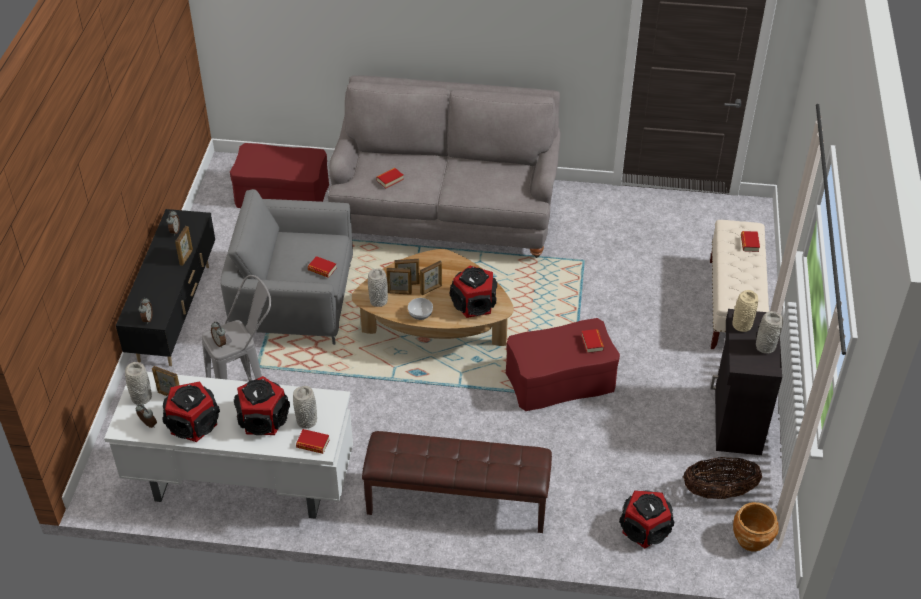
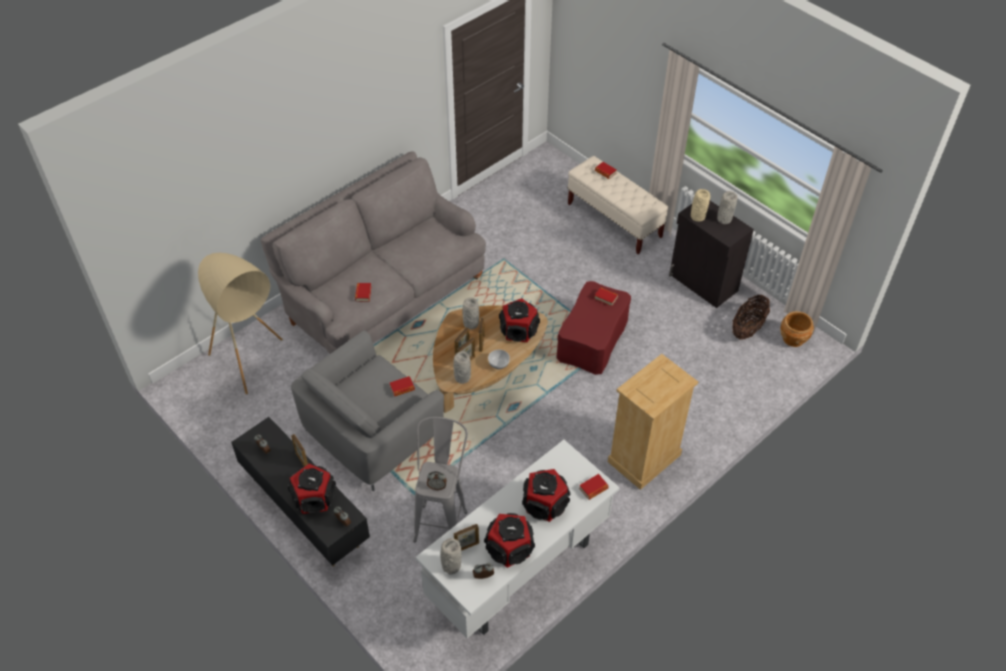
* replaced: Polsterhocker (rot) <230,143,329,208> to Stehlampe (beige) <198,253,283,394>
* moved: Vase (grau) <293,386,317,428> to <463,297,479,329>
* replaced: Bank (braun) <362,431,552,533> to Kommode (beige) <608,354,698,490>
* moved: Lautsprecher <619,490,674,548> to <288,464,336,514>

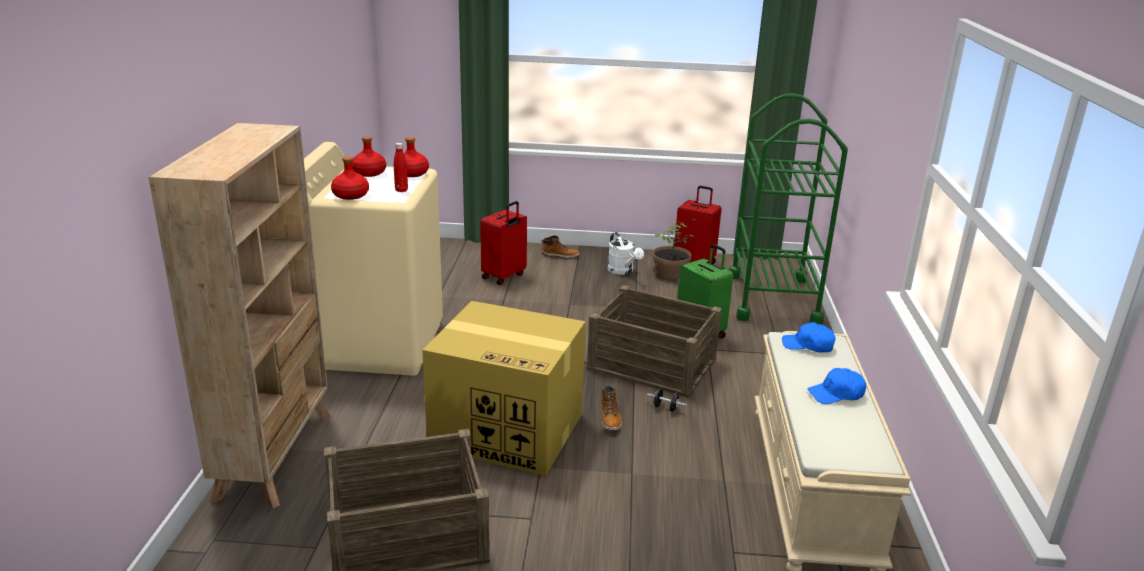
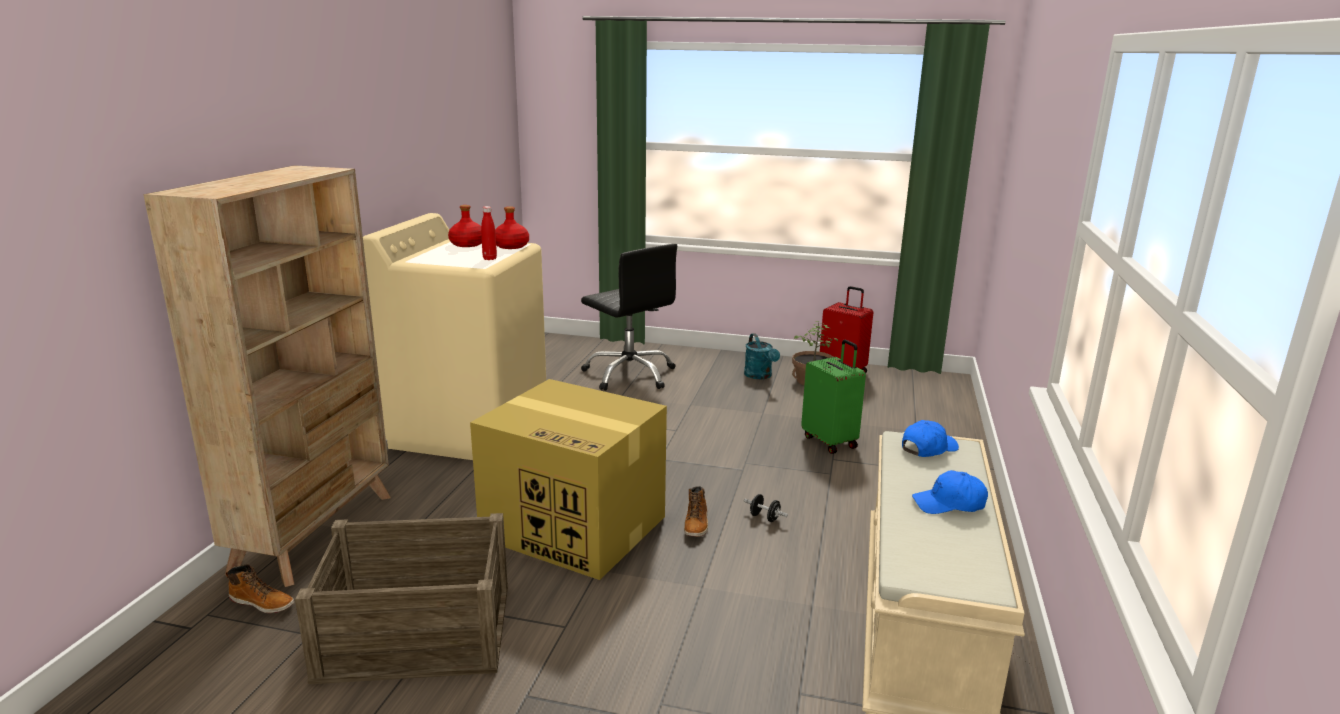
* removed: Flasche (rot) <331,156,369,200>
* replaced: Koffer (rot) <480,201,527,285> to Bürostuhl (schwarz) <581,244,677,391>
* moved: Stiefel <541,236,580,258> to <226,565,294,613>
* removed: Kiste <586,285,722,398>
* recoloured: Gießkanne (weiß) <608,232,644,275> to Gießkanne (türkis) <744,333,780,379>
* removed: Rollwagen (grün) <729,93,848,324>
* turned: Kappe (blau) <782,322,836,353> = <902,420,959,457> 120 degrees clockwise

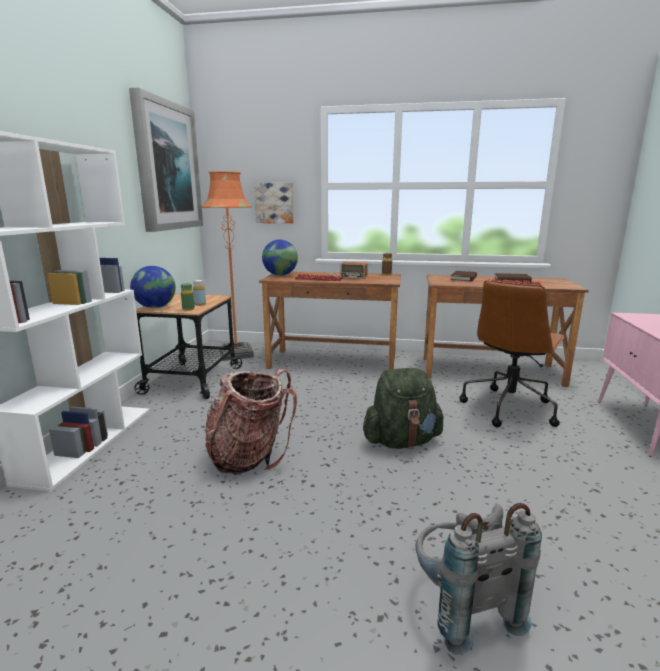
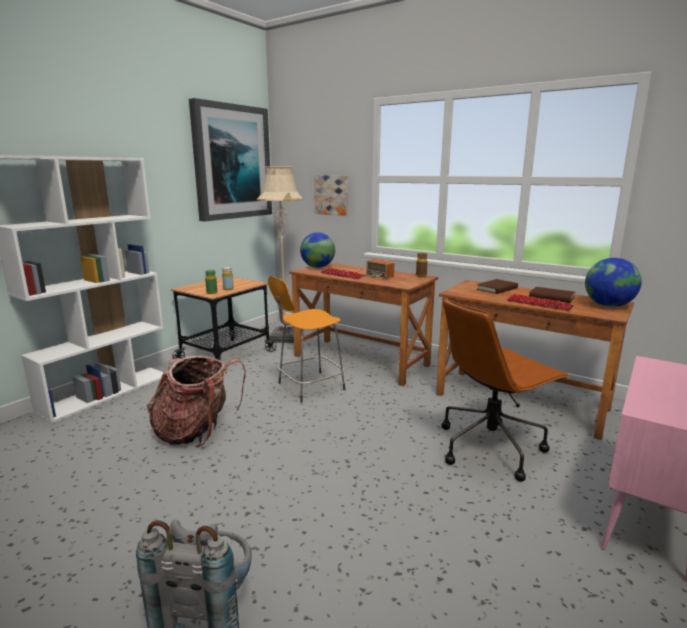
* moved: Globus <130,266,176,308> to <585,258,642,307>
* recoloured: Stehlampe (orange) <202,171,254,361> to Stehlampe (beige) <257,167,303,343>
* removed: Rucksack (grün) <363,368,444,449>
* added: Hocker (orange) <268,276,345,402>

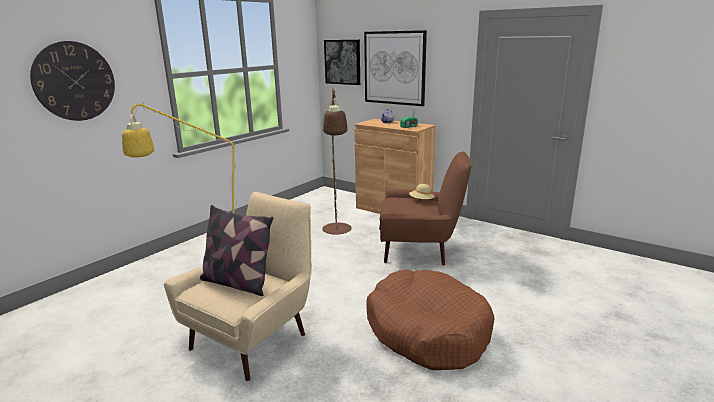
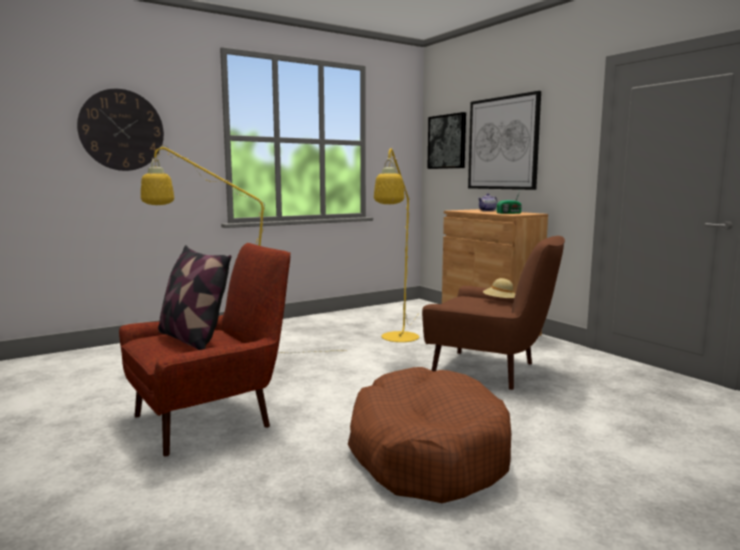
* recoloured: Sessel (beige) <164,192,312,381> to Sessel (rot) <119,243,291,457>
* recoloured: Stehlampe (braun) <322,88,352,235> to Stehlampe (gelb) <374,147,420,342>

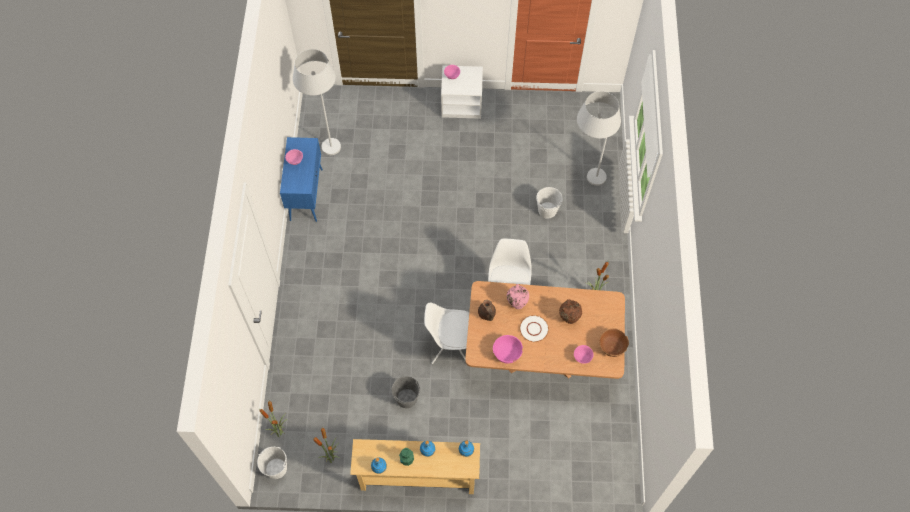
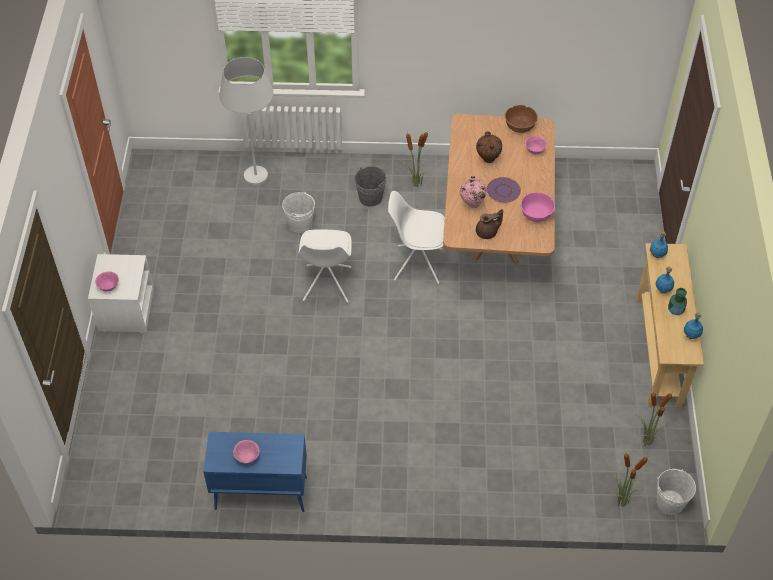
* removed: Stehlampe (weiß) <293,49,341,155>
* moved: Eimer (grau) <391,376,420,408> to <354,166,386,207>
* moved: Stuhl (weiß) <424,303,469,364> to <298,229,352,303>
* recoloured: Teller (weiß) <519,315,549,342> to Teller (lila) <487,177,521,203>

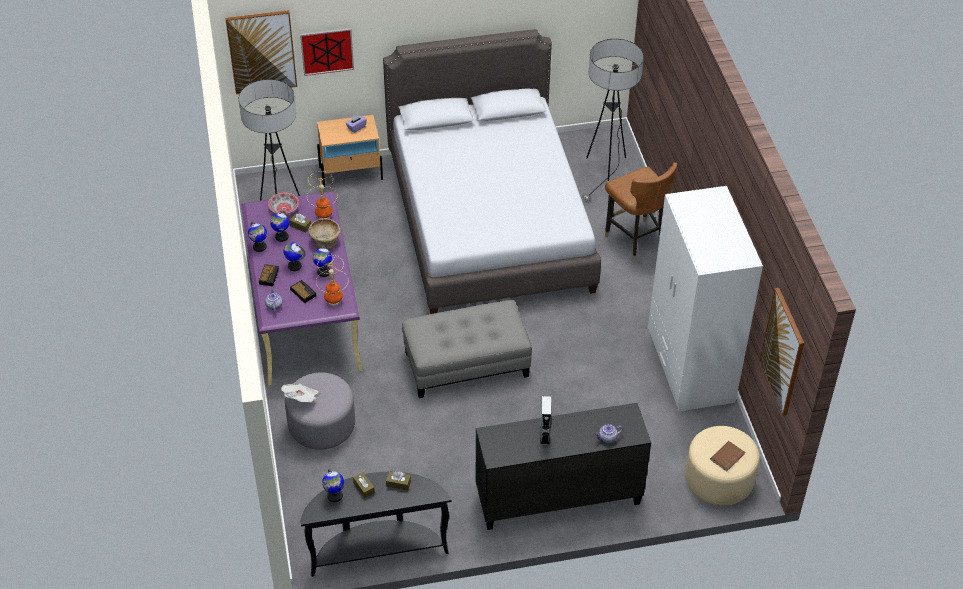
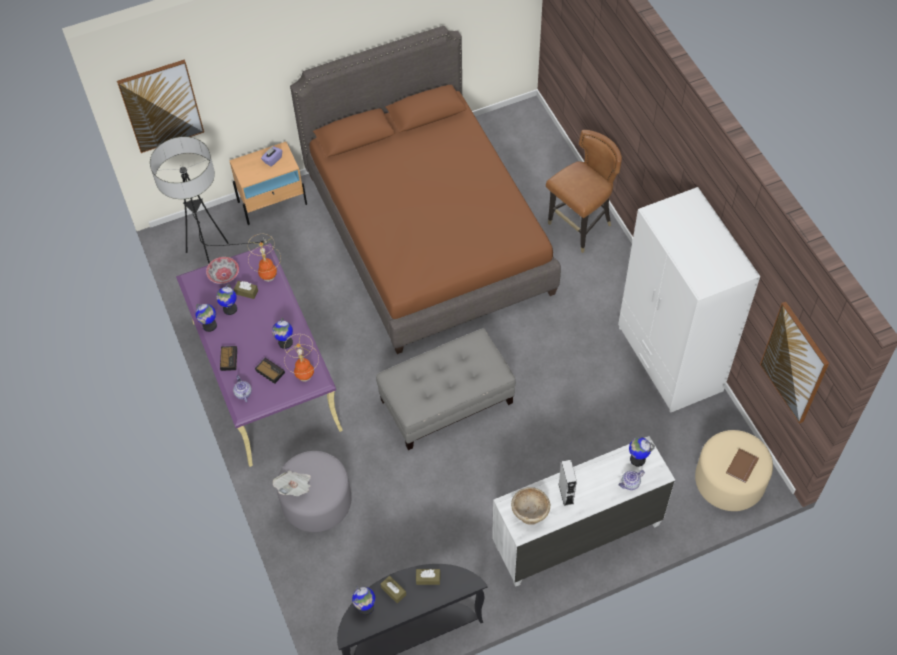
* moved: Globus <283,242,305,271> to <629,437,655,467>
* removed: Bild <300,28,354,76>
* moved: Schüssel (beige) <308,219,341,249> to <511,487,550,525>
* recoloured: Bett (grau) <383,29,601,314> to Bett (braun) <290,26,561,354>
* recoloured: Kommode (schwarz) <476,403,651,530> to Kommode (weiß) <492,436,675,587>
* removed: Stehlampe <583,39,644,202>
* turned: Stuhl (braun) <605,162,677,262> = <546,130,622,253> 90 degrees counterclockwise

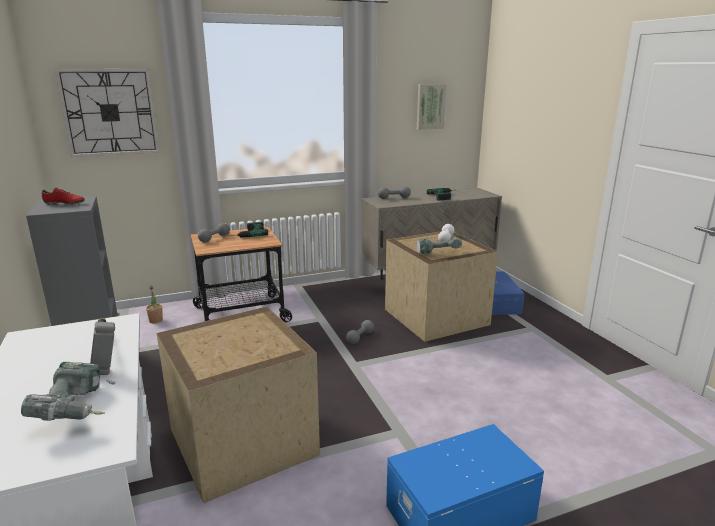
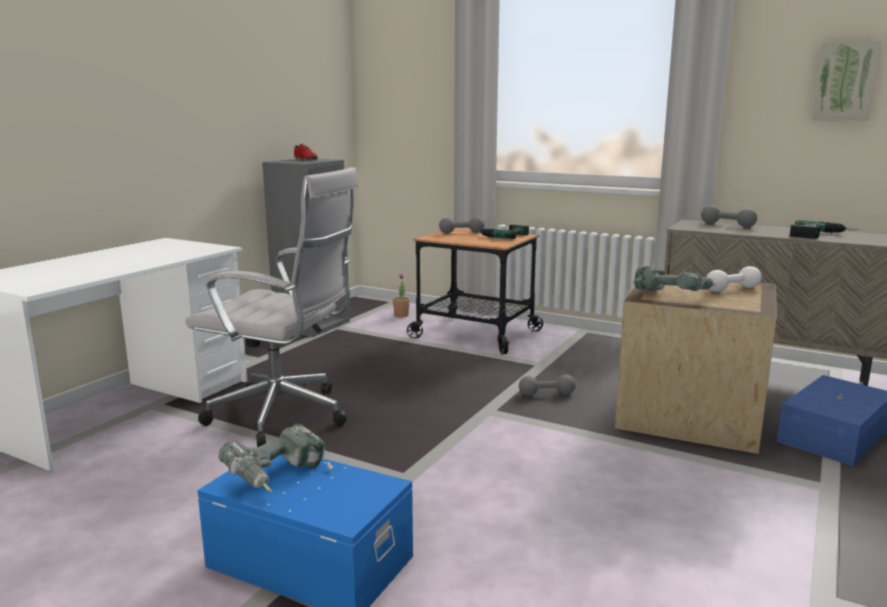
* moved: Bohrmaschine <21,362,116,421> to <218,424,333,492>
* removed: Wanduhr <55,69,159,157>
* removed: Hammer <90,318,115,375>
* replaced: Kiste <157,306,320,503> to Bürostuhl (weiß) <185,167,359,447>

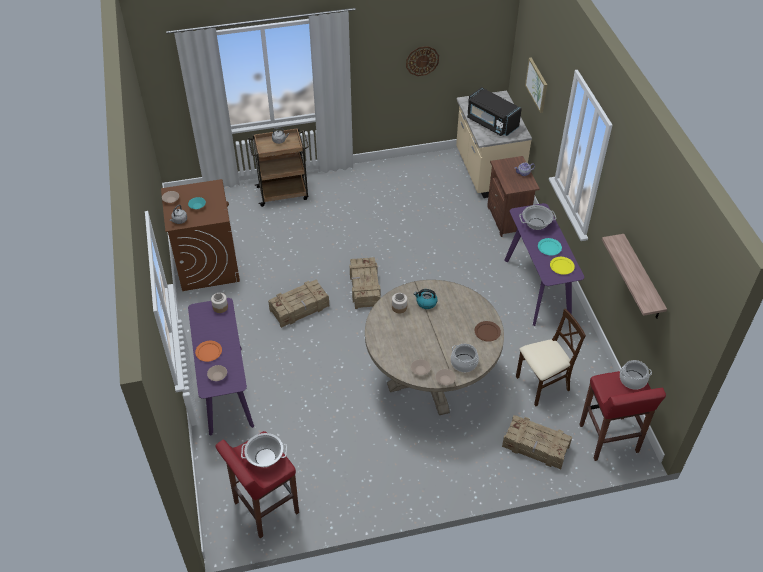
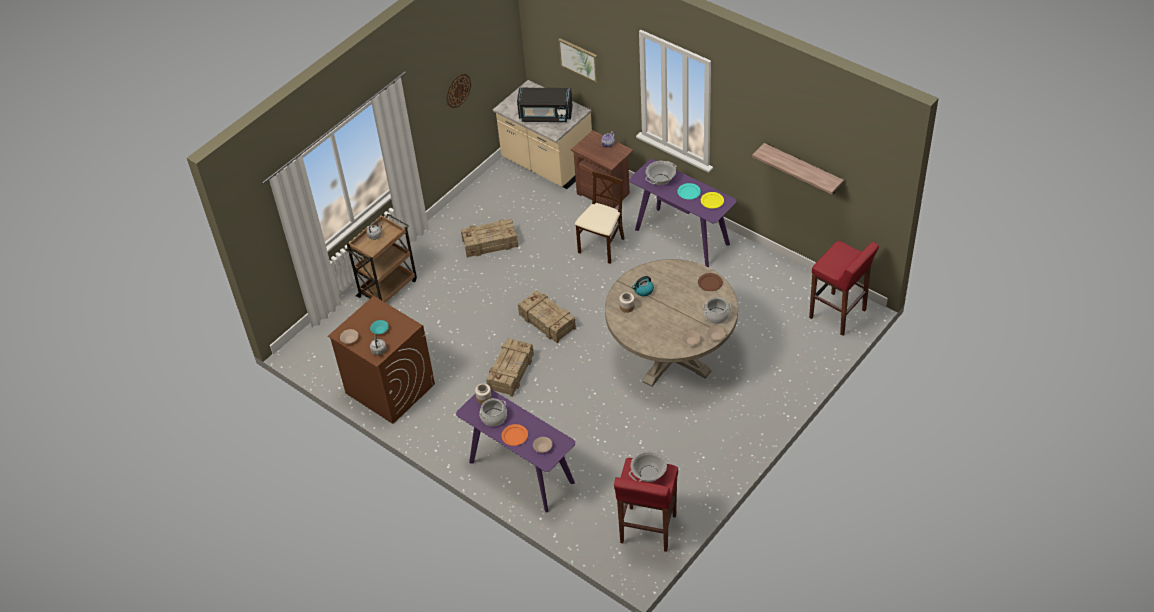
* moved: Kiste <502,415,572,470> to <461,219,518,258>
* moved: Stuhl (beige) <516,309,586,406> to <575,171,625,264>
* moved: Kochtopf <620,360,652,390> to <479,398,507,426>

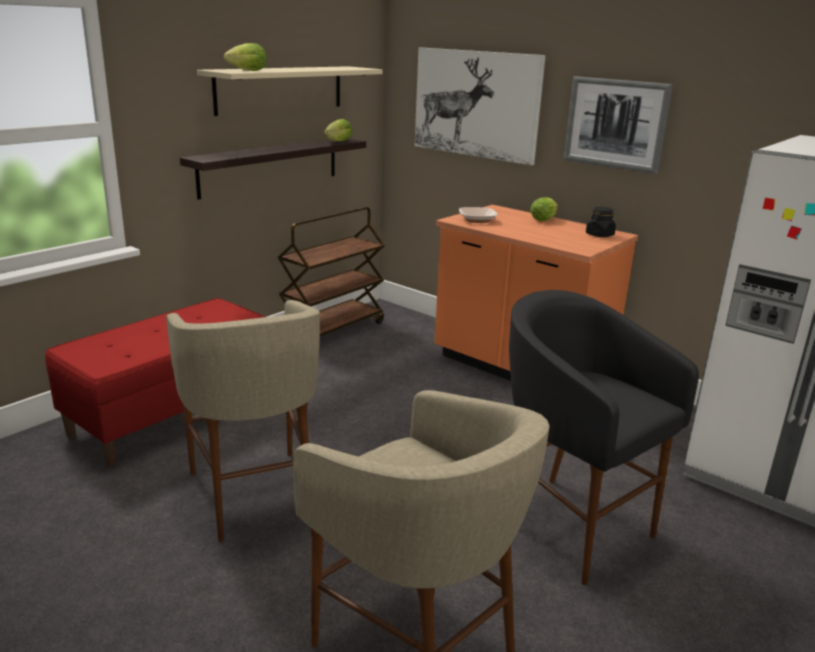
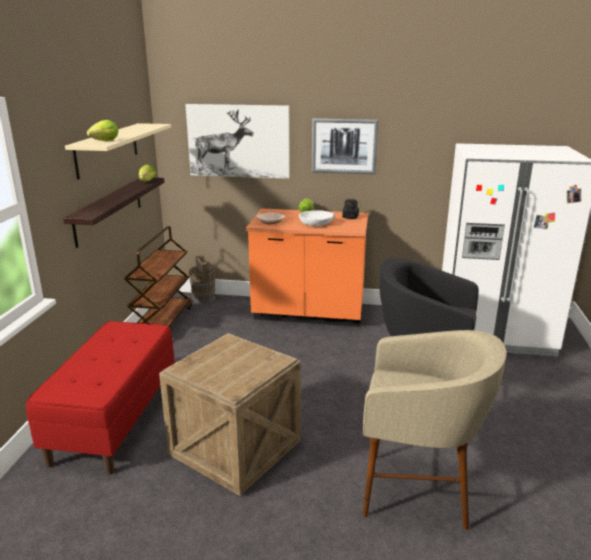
* replaced: Hocker (beige) <166,300,320,543> to Kiste <159,333,301,496>
* added: Eimer (braun) <189,256,215,303>
* added: Schüssel (weiß) <299,210,335,226>

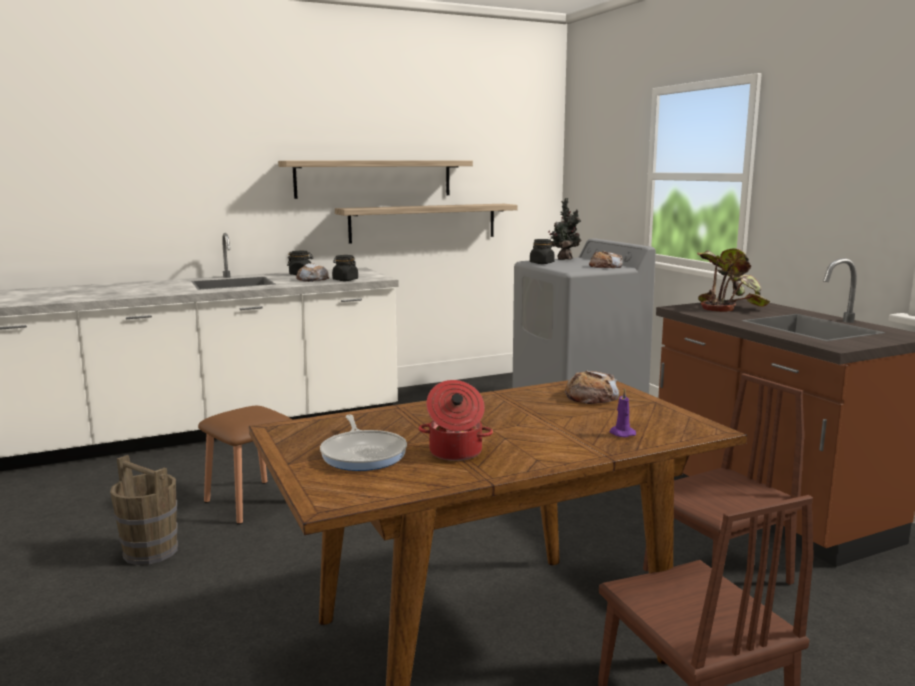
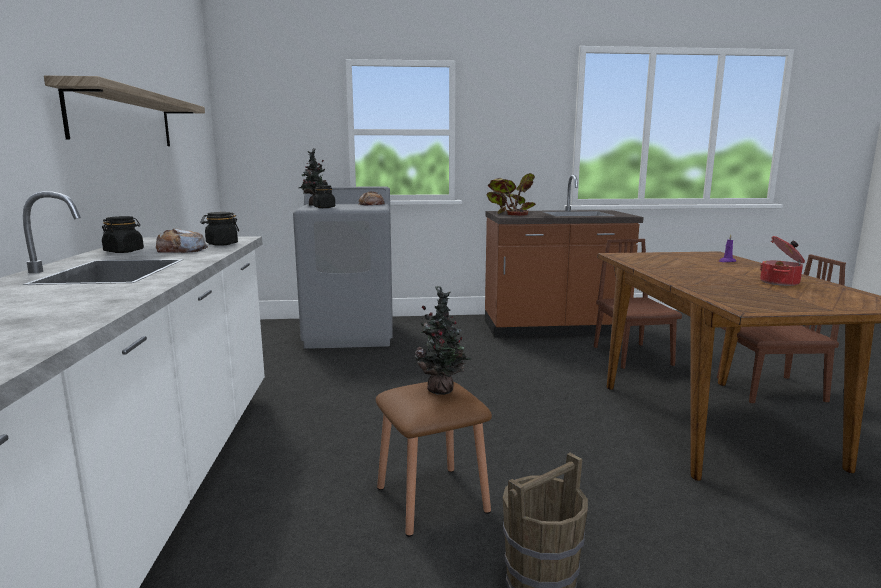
* removed: Pfanne <320,415,407,471>
* removed: Wandregal <335,204,518,244>
* removed: Brot <564,371,619,404>
* added: Topfpflanze <414,286,472,395>

